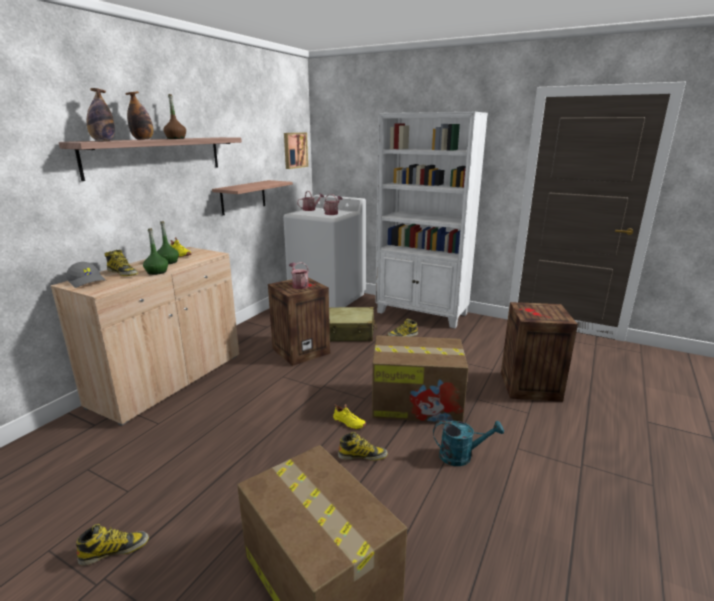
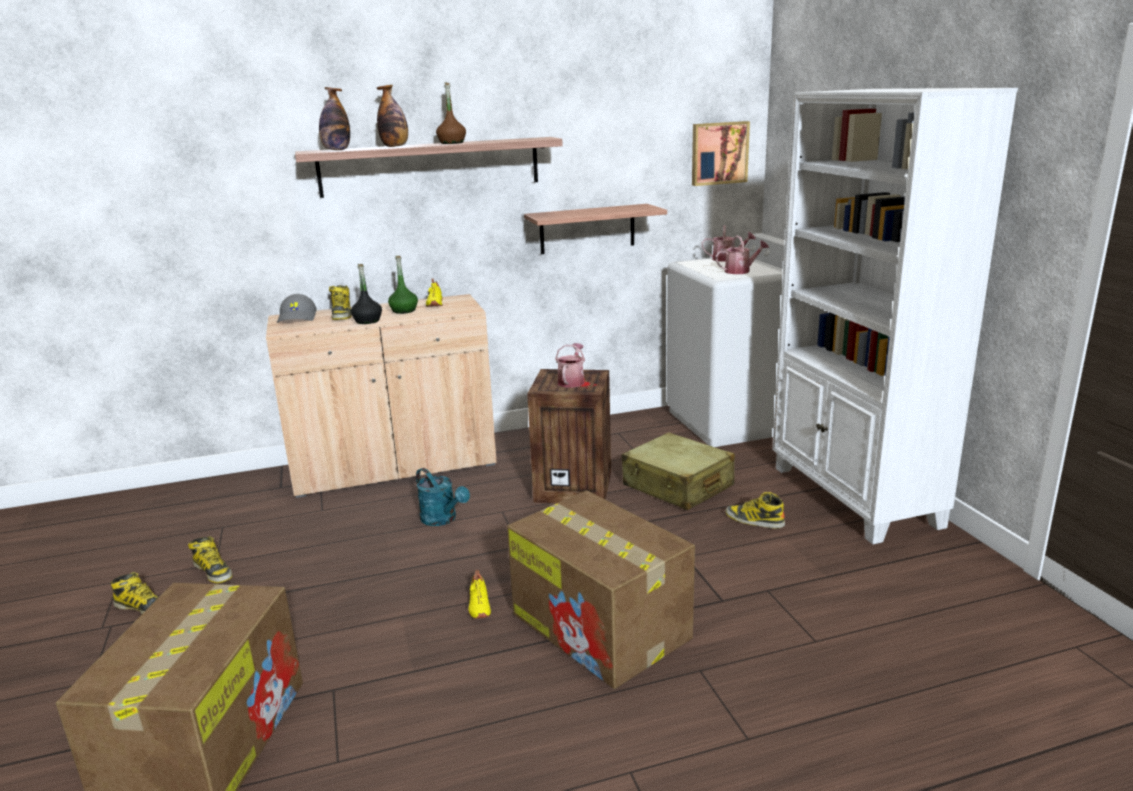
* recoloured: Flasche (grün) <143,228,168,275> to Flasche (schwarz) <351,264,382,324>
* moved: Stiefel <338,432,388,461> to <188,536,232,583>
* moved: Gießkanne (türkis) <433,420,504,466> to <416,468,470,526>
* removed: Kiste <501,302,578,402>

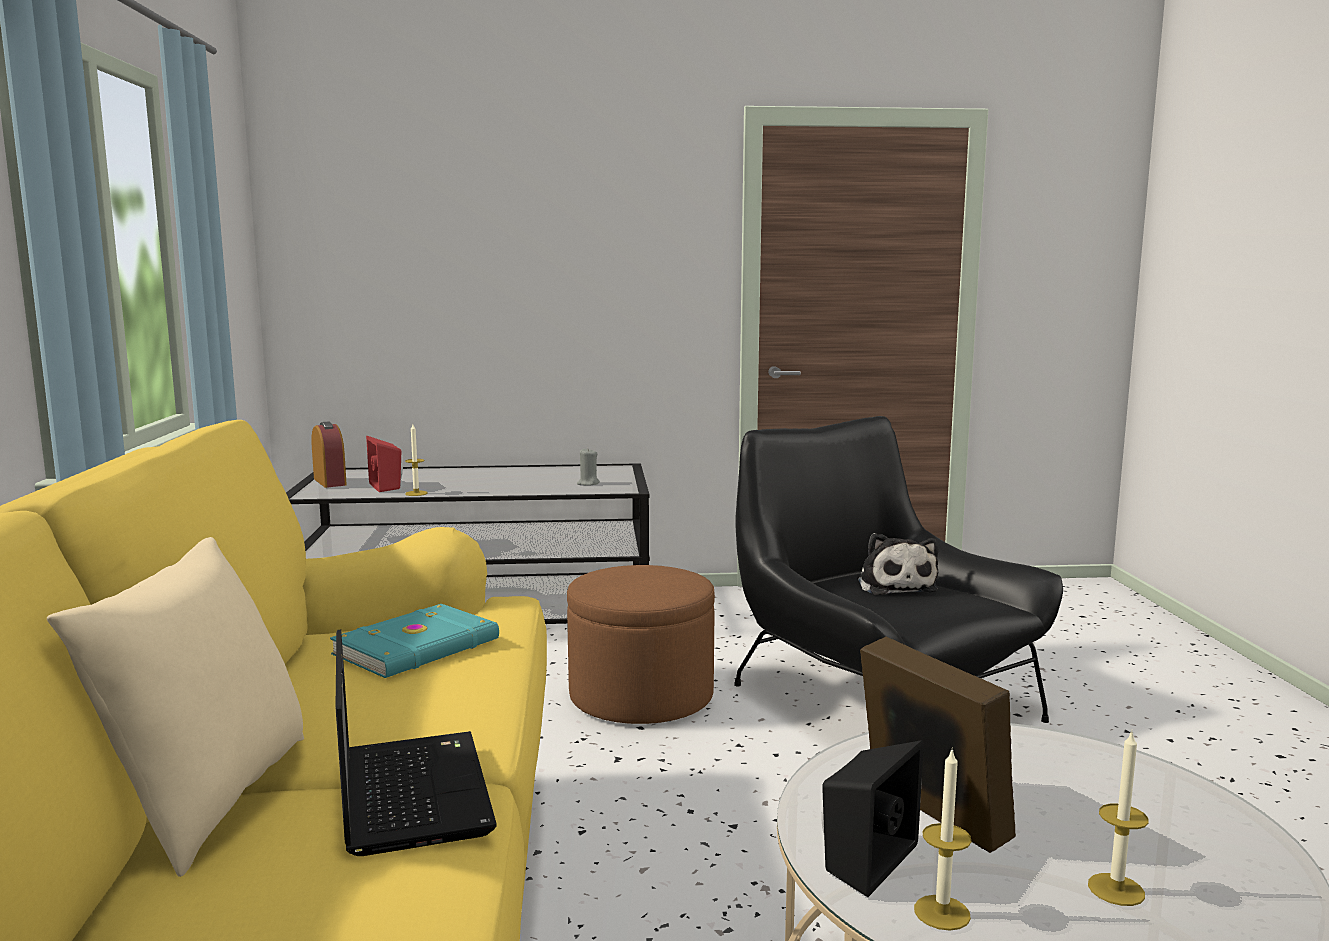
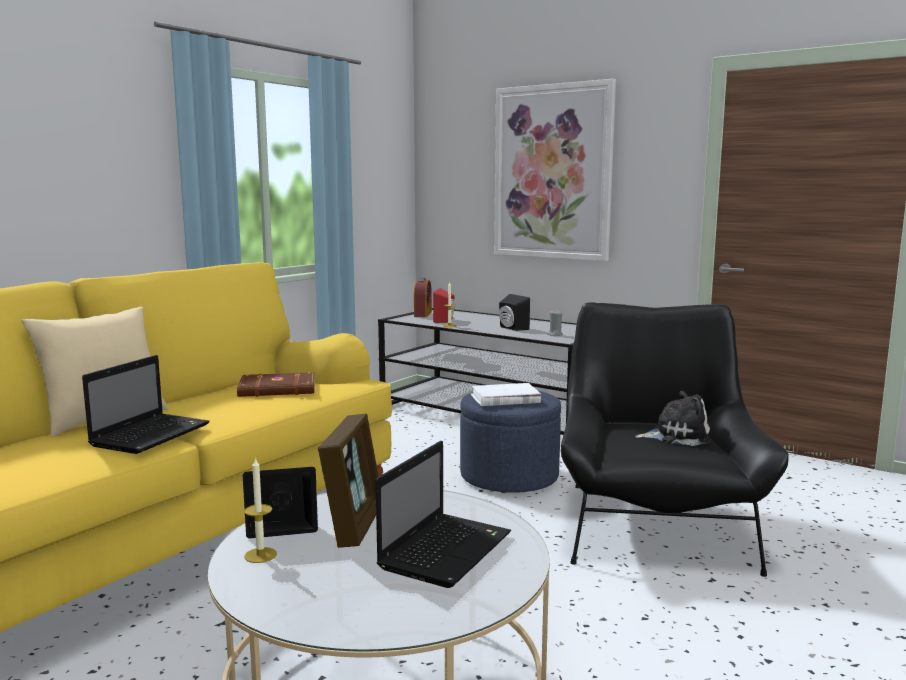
* recoloured: Buch (türkis) <330,604,499,678> to Buch (braun) <237,372,315,397>
* recoloured: Polsterhocker (braun) <567,565,715,724> to Polsterhocker (blau) <460,390,561,493>
* turned: Plüschtier <857,533,939,595> = <635,391,711,446> 120 degrees counterclockwise
* removed: Kerze <1088,732,1148,906>
* added: Laptop <376,441,511,588>
* added: Buch (weiß) <471,383,541,406>
* added: Bild <494,79,616,261>
* added: Lautsprecher (schwarz) <499,294,530,331>

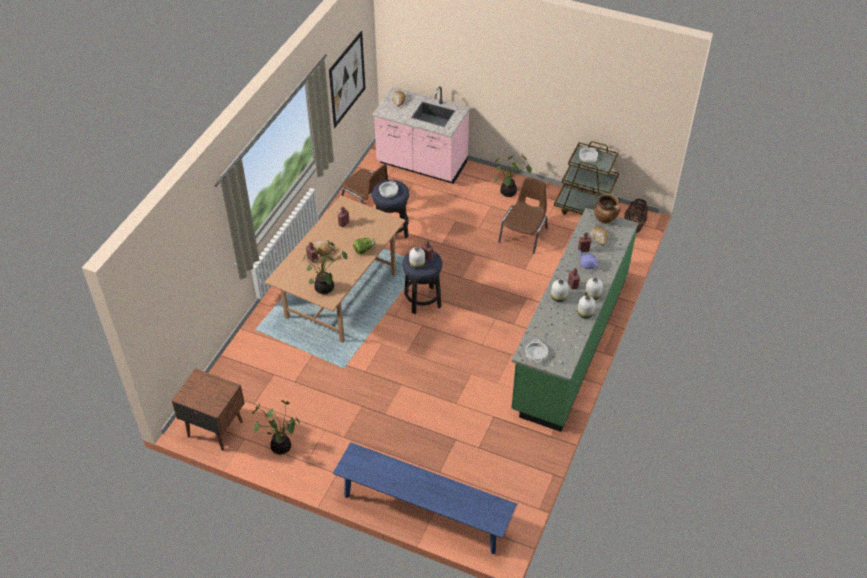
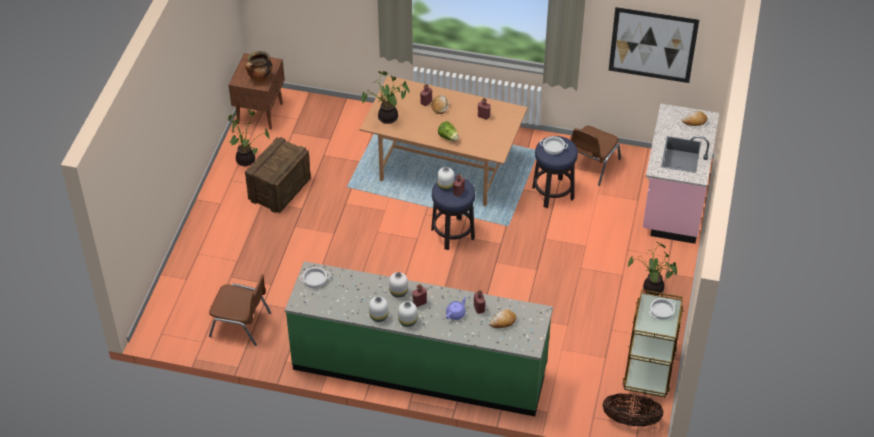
* removed: Bank (blau) <333,442,517,554>
* moved: Stuhl (braun) <498,177,548,254> to <209,274,271,346>
* moved: Kochtopf <594,193,621,224> to <245,51,272,82>
* added: Kiste <245,137,311,213>

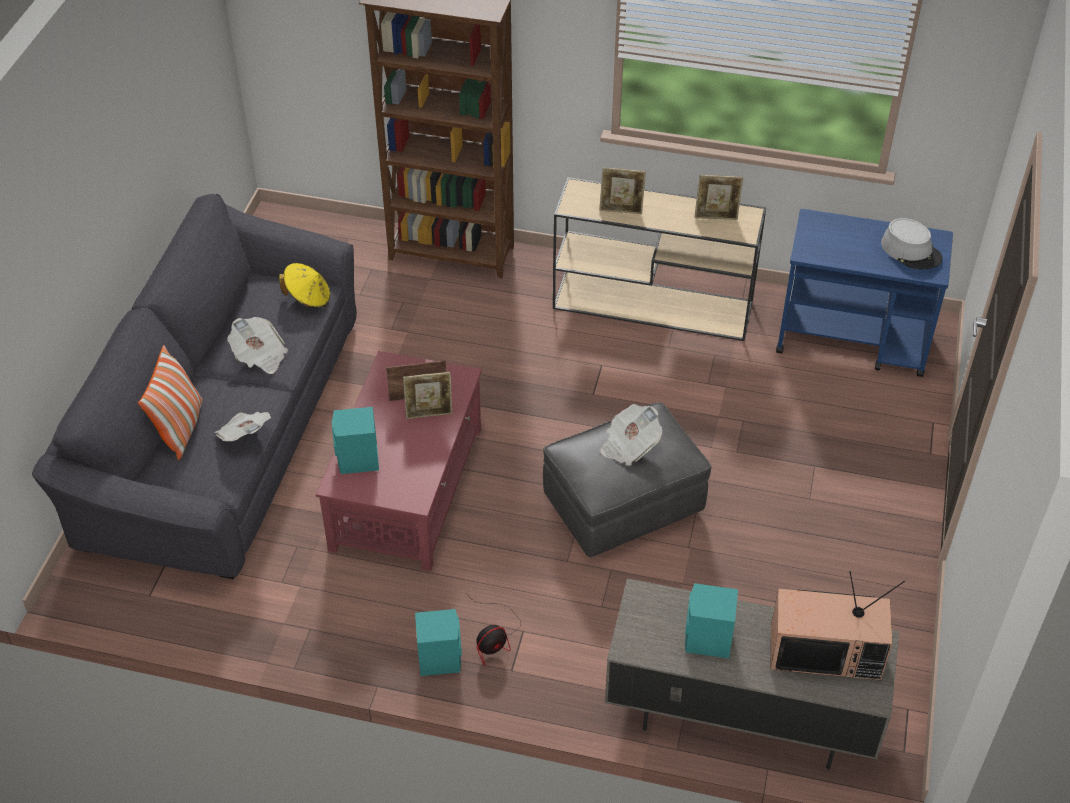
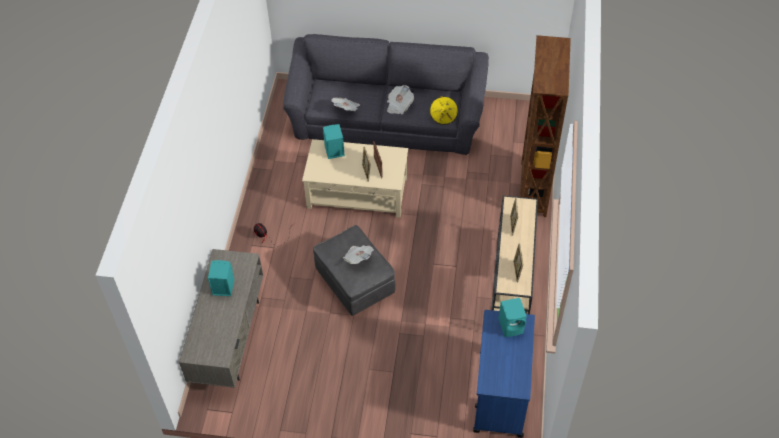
* removed: Kissen <138,345,203,460>
* recoloured: Couchtisch (rot) <316,351,482,571> to Couchtisch (beige) <302,139,408,218>
* moved: Lautsprecher (türkis) <415,609,462,676> to <498,298,527,337>
* removed: Fernseher <770,571,905,680>
* removed: Hut (grau) <881,218,942,270>

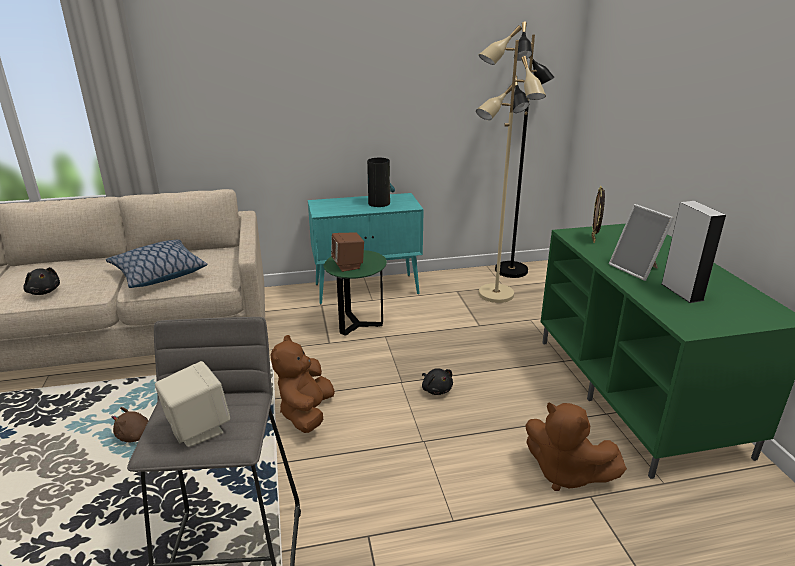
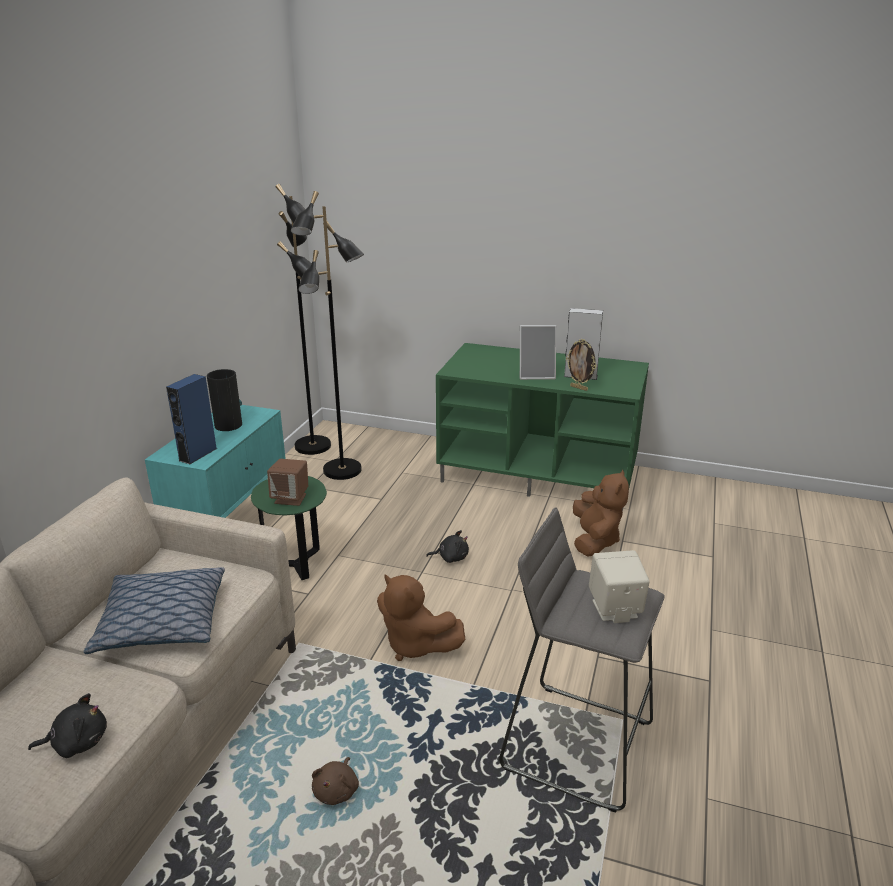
* recoloured: Stehlampe (beige) <476,25,546,303> to Stehlampe (schwarz) <290,191,364,480>
* turned: Plüschtier (braun) <525,402,627,491> = <573,469,629,557> 60 degrees counterclockwise
* moved: Bilderrahmen <591,186,605,243> to <566,339,596,391>
* added: Lautsprecher (blau) <166,374,217,464>

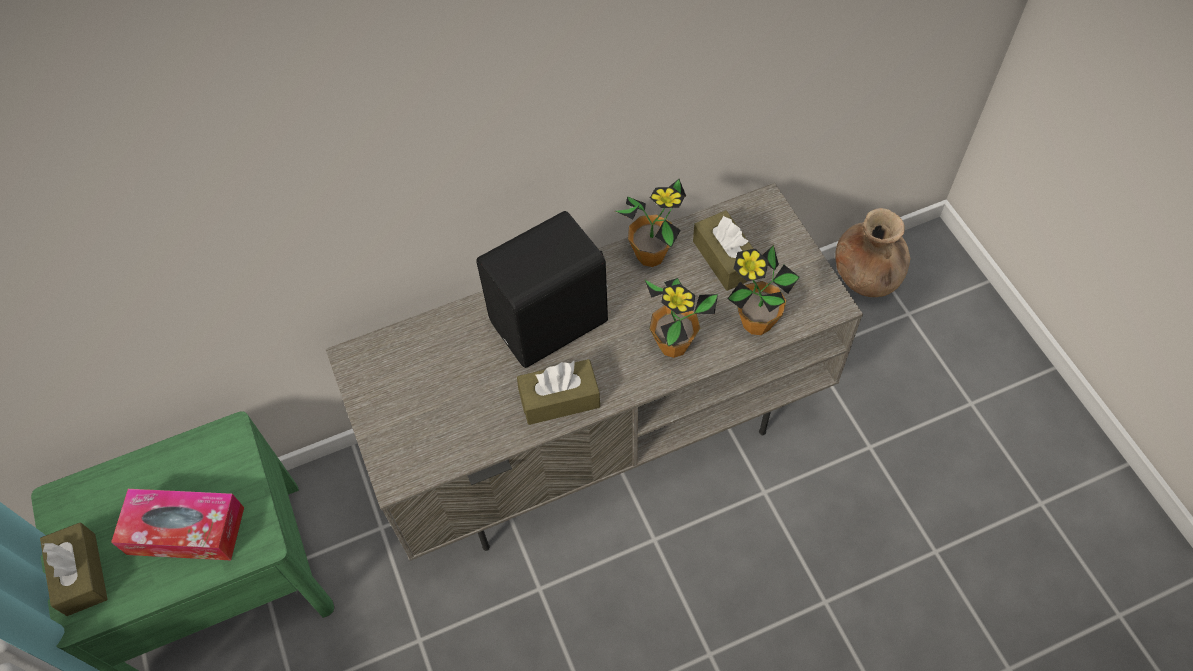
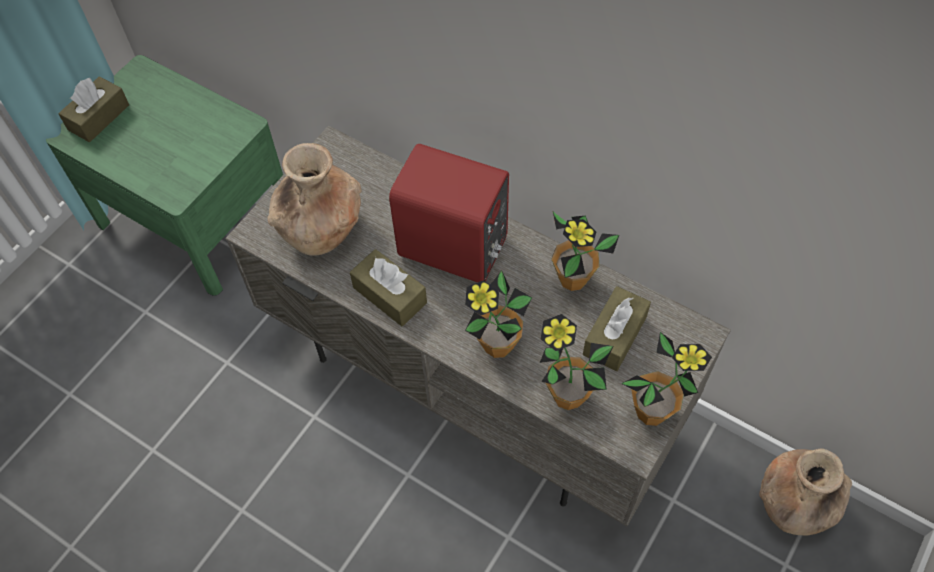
* removed: Taschentuchbox <111,489,244,560>
* recoloured: Lautsprecher (schwarz) <476,211,608,368> to Lautsprecher (rot) <389,144,509,283>
* added: Vase (braun) <267,143,362,255>
* added: Topfpflanze <621,332,712,426>

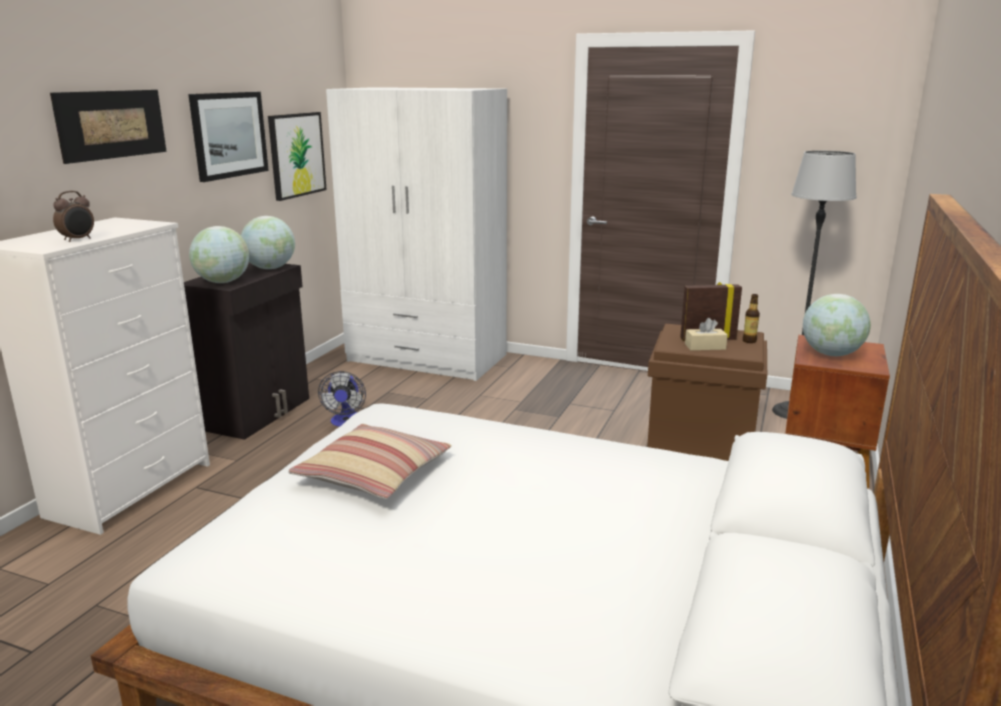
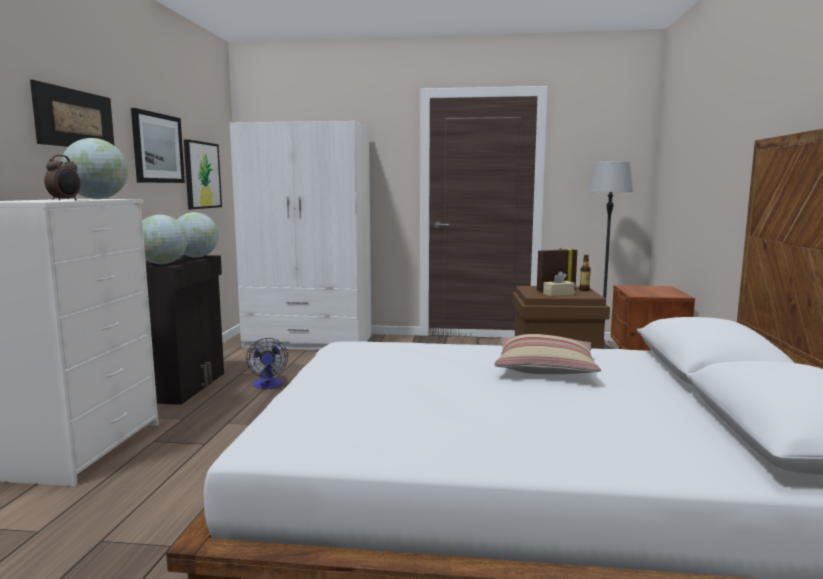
* moved: Kissen <288,424,452,499> to <494,334,601,374>
* moved: Globus <803,294,871,356> to <61,138,128,199>

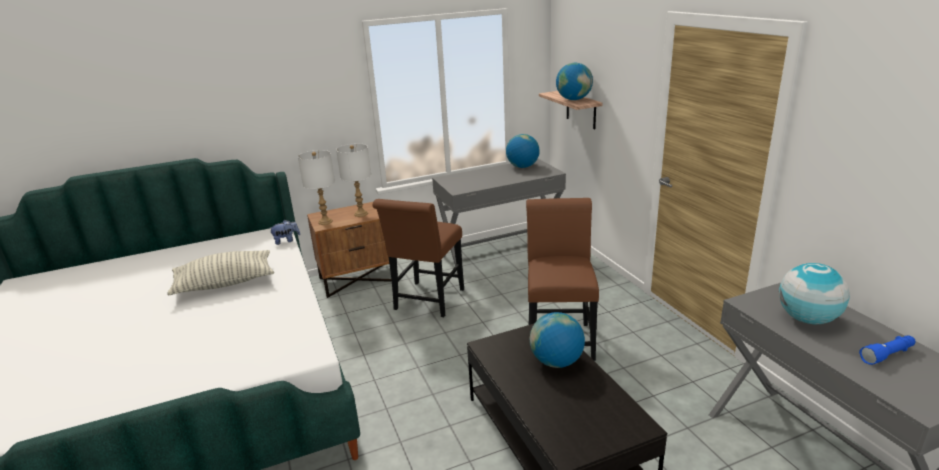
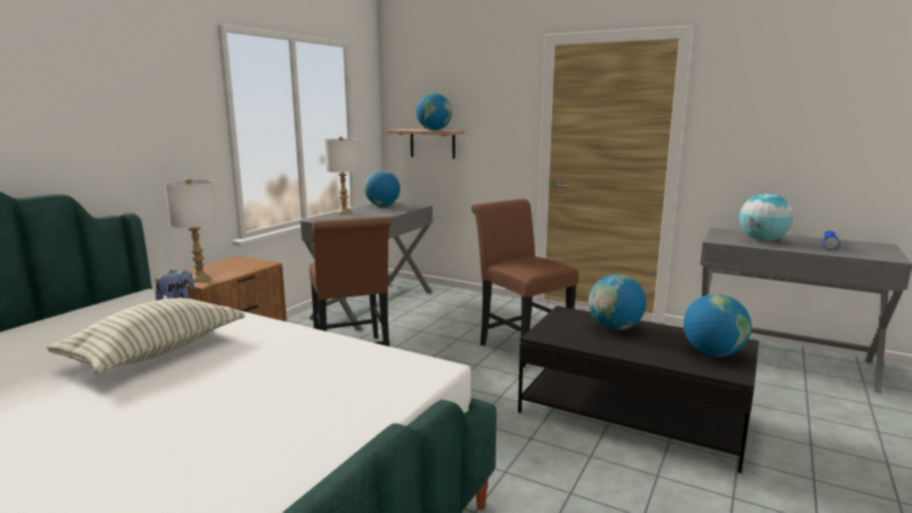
* moved: Tischlampe (weiß) <336,143,371,217> to <324,137,359,215>
* added: Globus <683,294,752,357>

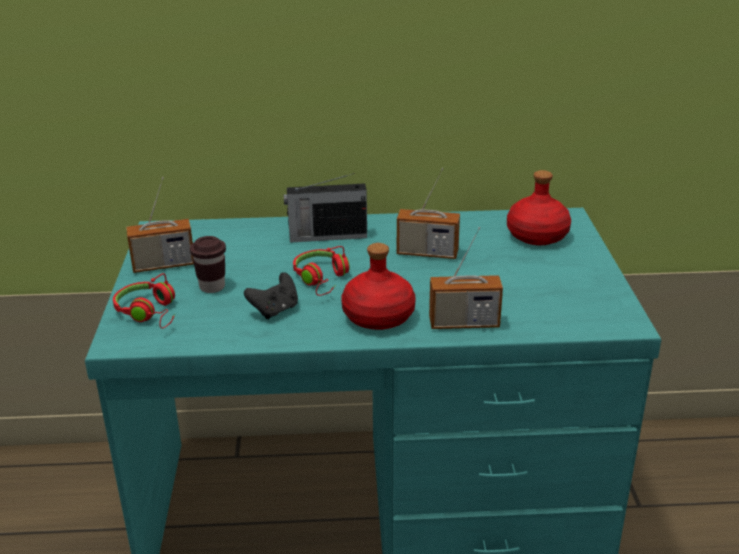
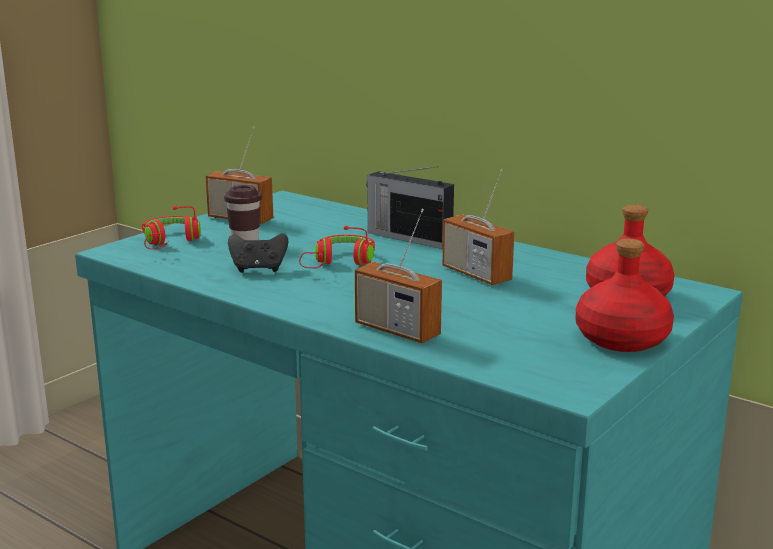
* moved: Flasche (rot) <341,243,416,330> to <576,238,674,352>

